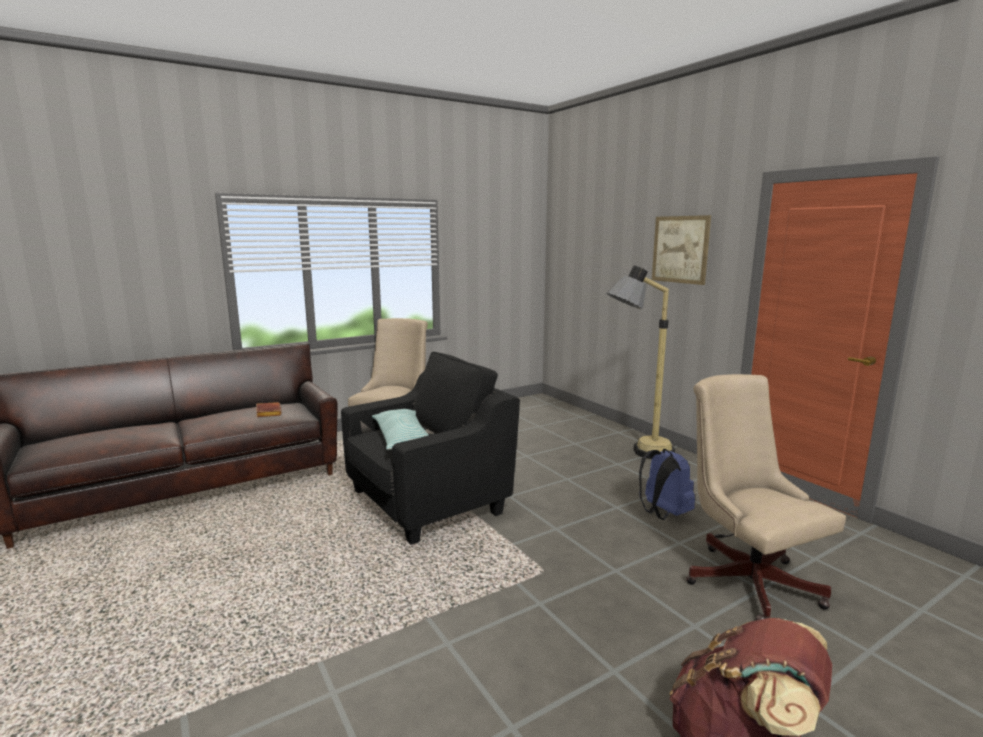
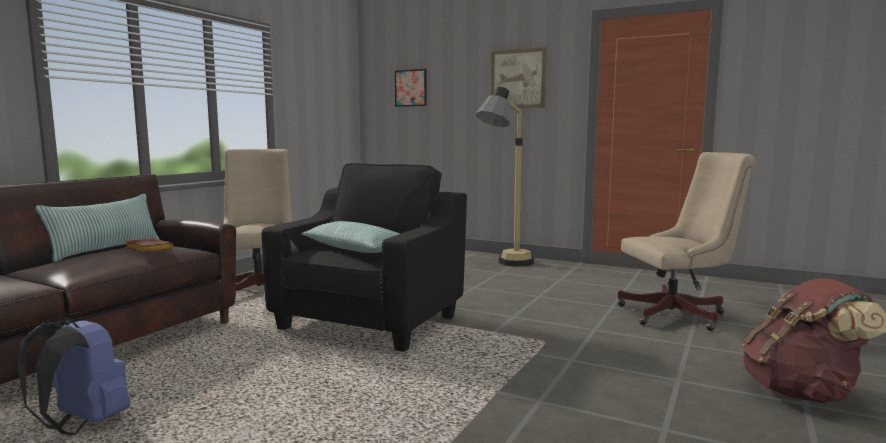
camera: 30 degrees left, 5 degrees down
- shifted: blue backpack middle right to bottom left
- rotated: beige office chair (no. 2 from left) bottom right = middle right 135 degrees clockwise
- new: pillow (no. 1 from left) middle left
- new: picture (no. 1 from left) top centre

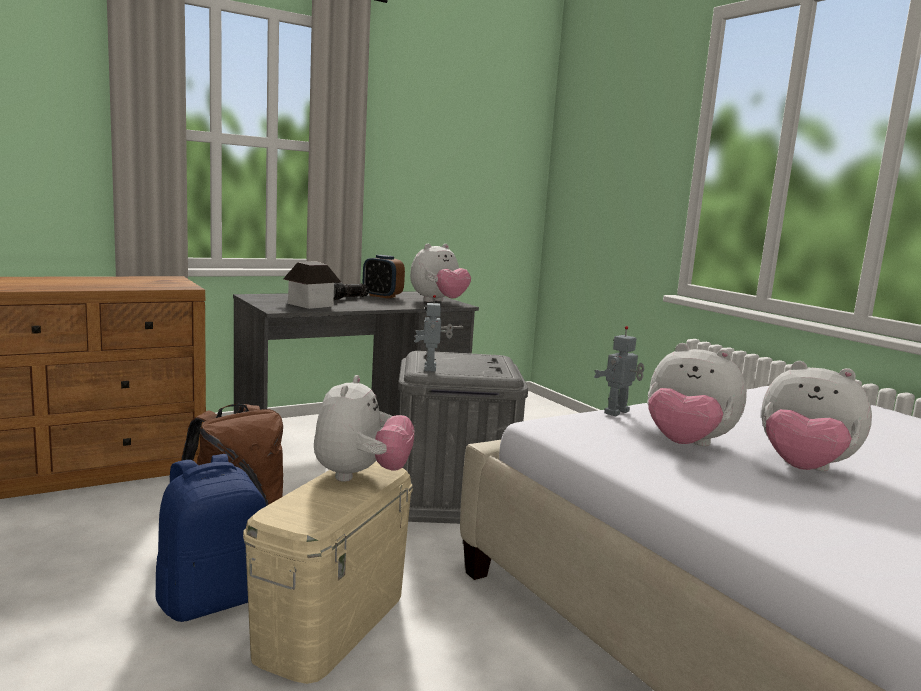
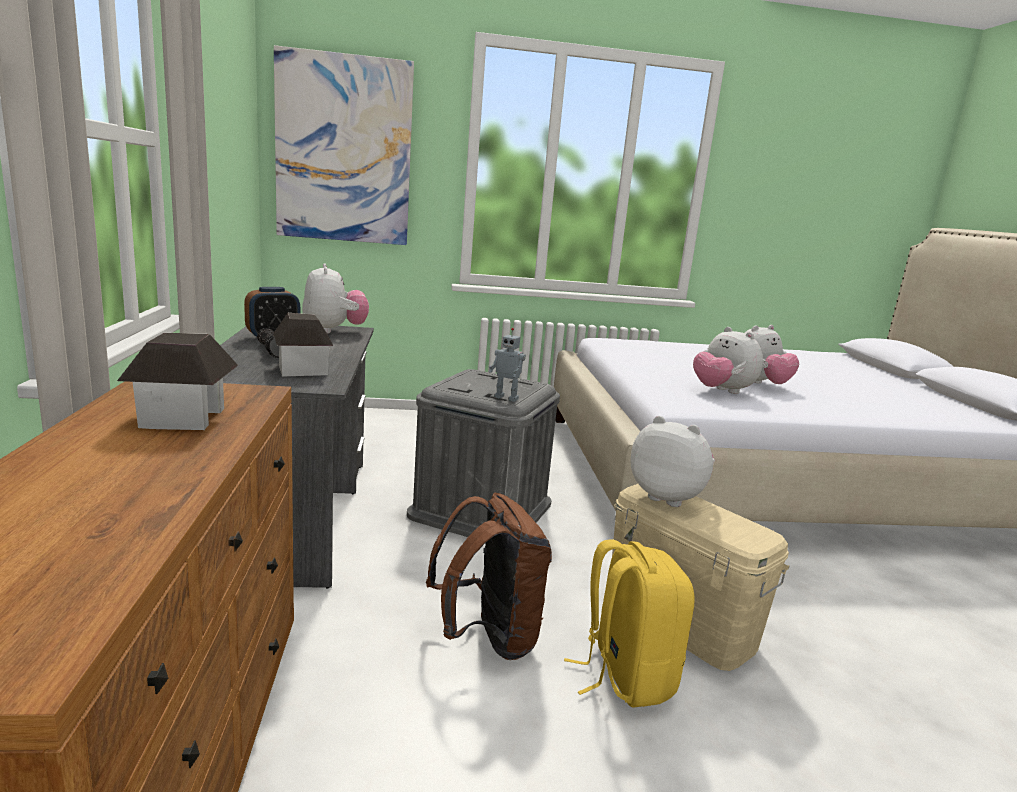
camera: 65 degrees left, 5 degrees up
- repainted: blue backpack bottom left to yellow backpack bottom centre
- gone: toy robot (no. 2 from left) middle right
- rotated: plush toy (no. 3 from left) middle right = middle right 90 degrees clockwise
- new: toy house (no. 1 from left) middle left
- new: picture top centre

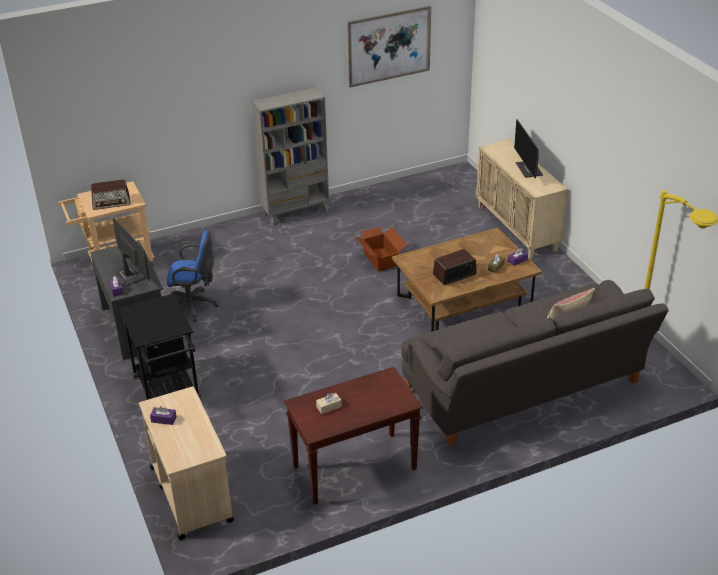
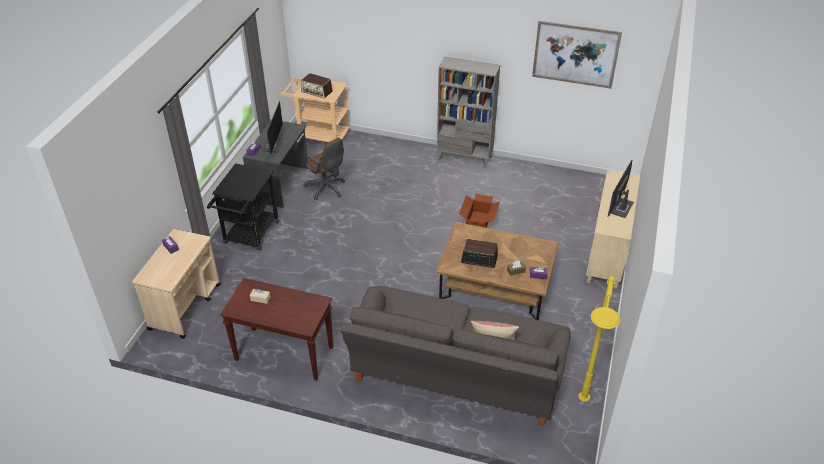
camera: 40 degrees right, 5 degrees up
- repainted: blue office chair middle left to brown office chair centre

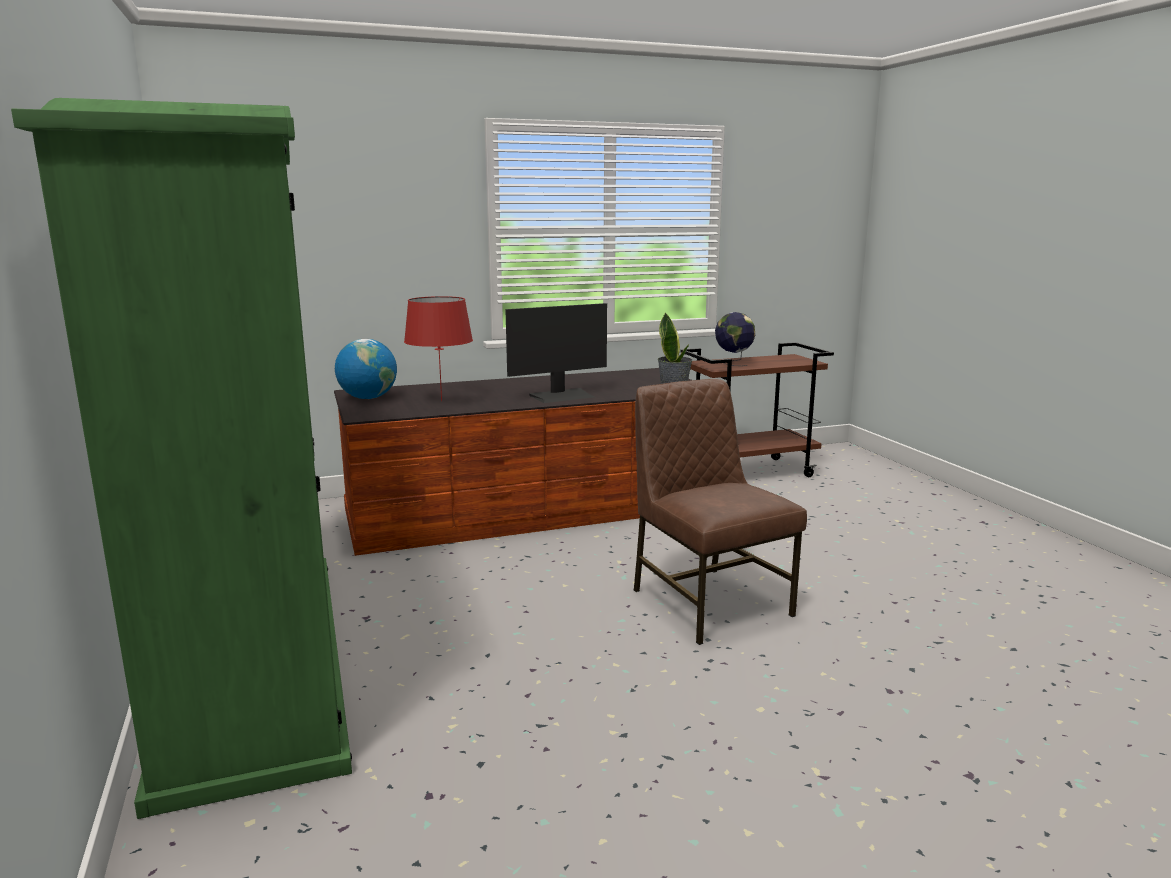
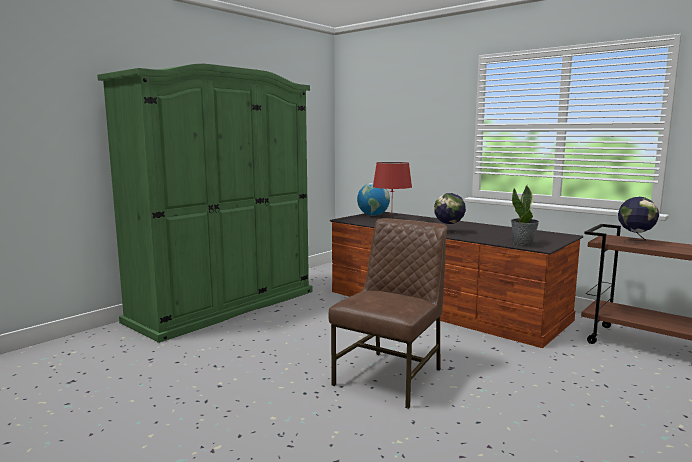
camera: 60 degrees right, 5 degrees down
- swapped: monitor centre to globe (no. 2 from left) centre

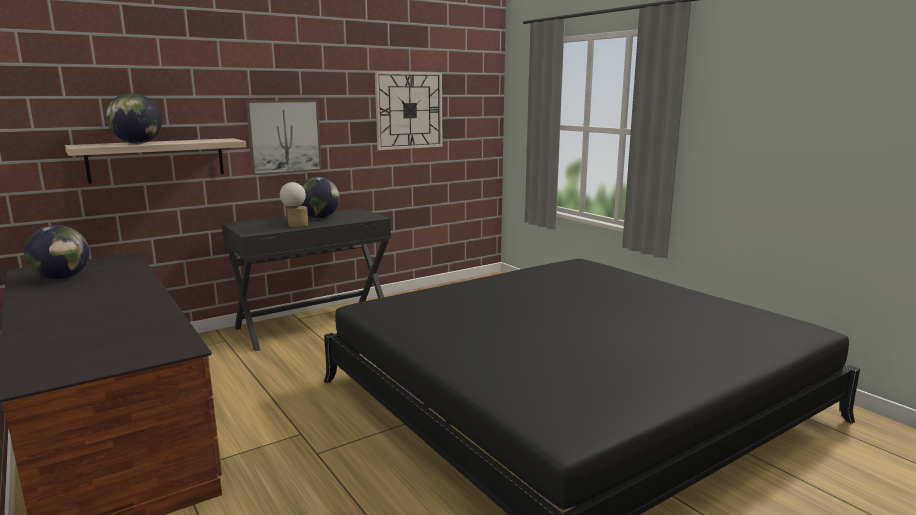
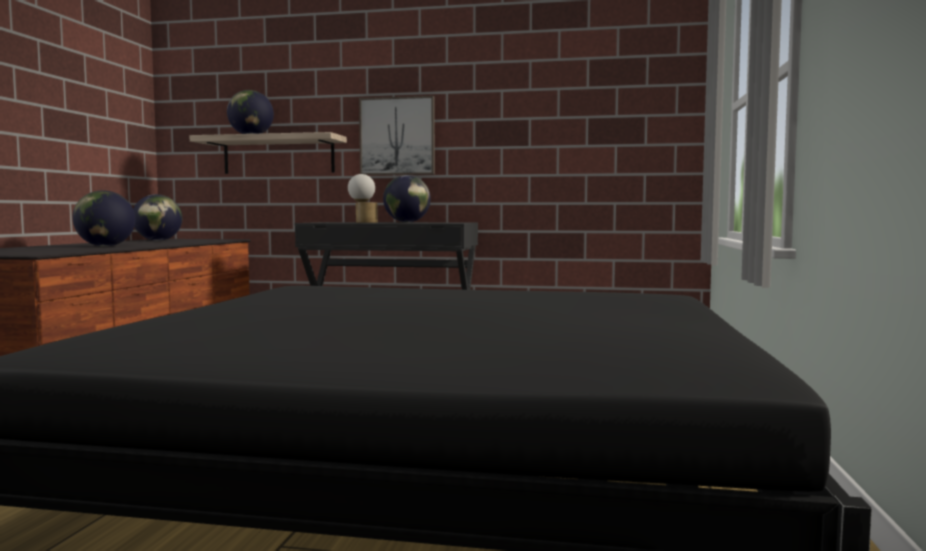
camera: 45 degrees right, 10 degrees down
- gone: wall clock top centre
- new: globe (no. 1 from left) middle left

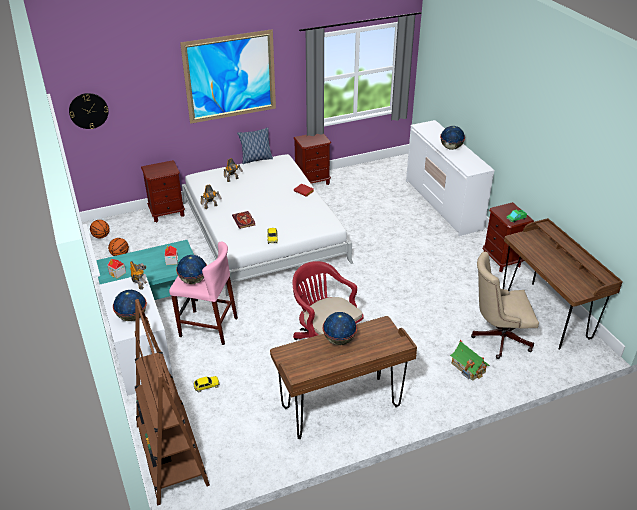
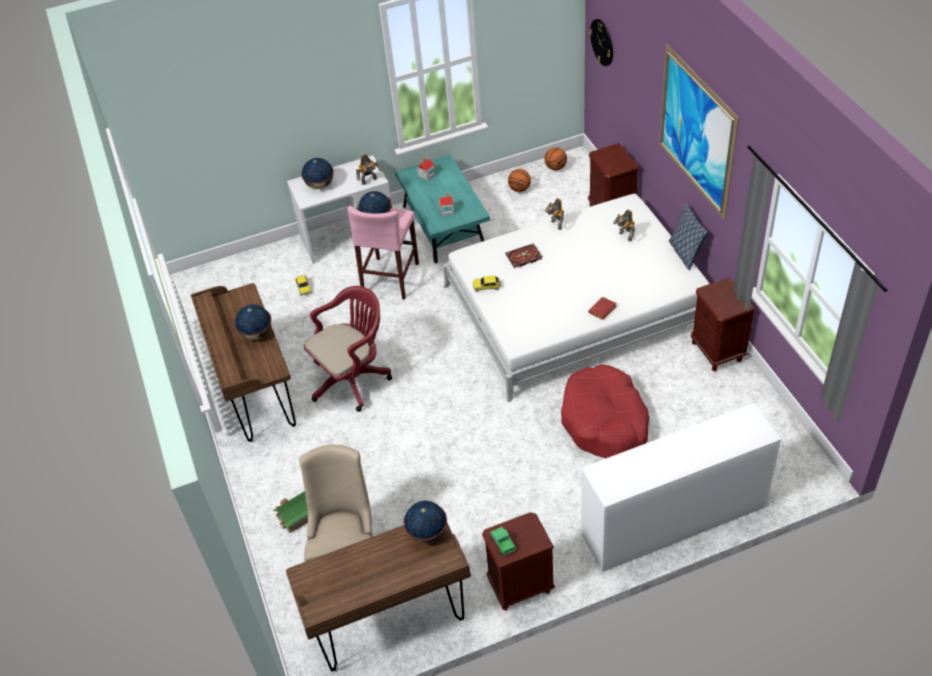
camera: 95 degrees right, 10 degrees up
- gone: brown bookcase bottom left
- shifted: globe (no. 4 from left) top right to bottom centre
- new: red dog bed centre

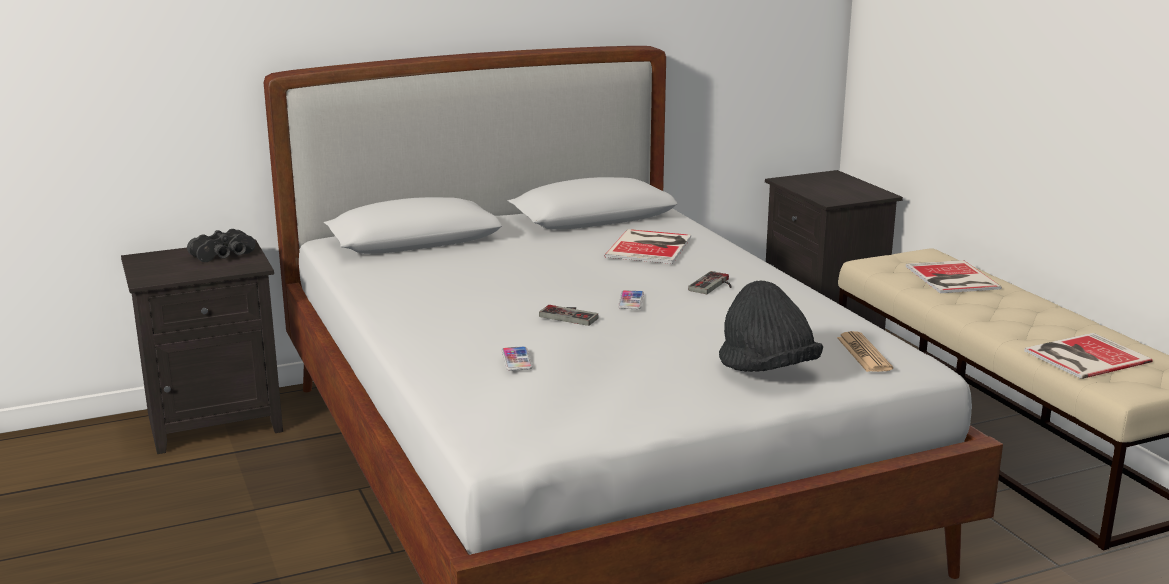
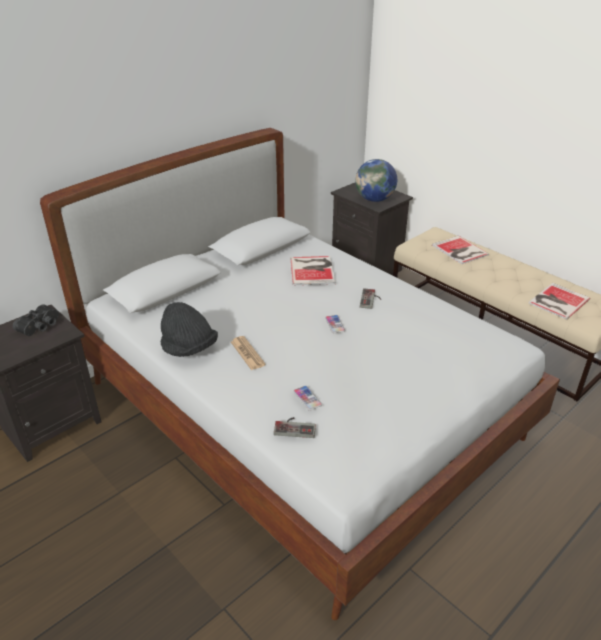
camera: 20 degrees left, 15 degrees up
- shifted: game controller (no. 1 from left) centre to bottom centre
- shifted: black hat centre to middle left
- shifted: newspaper middle right to centre
- new: globe top centre

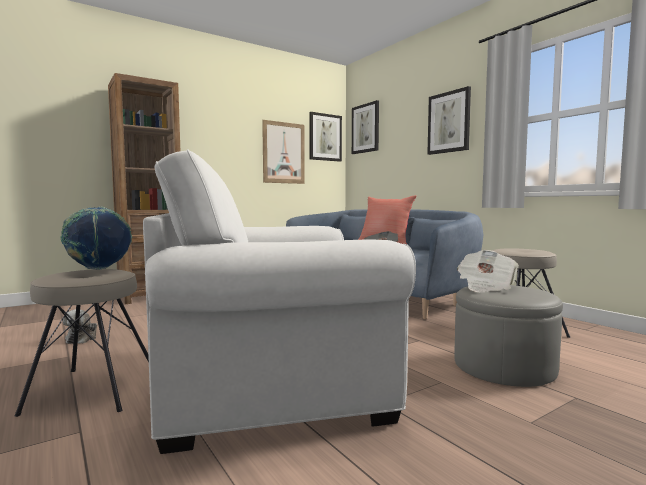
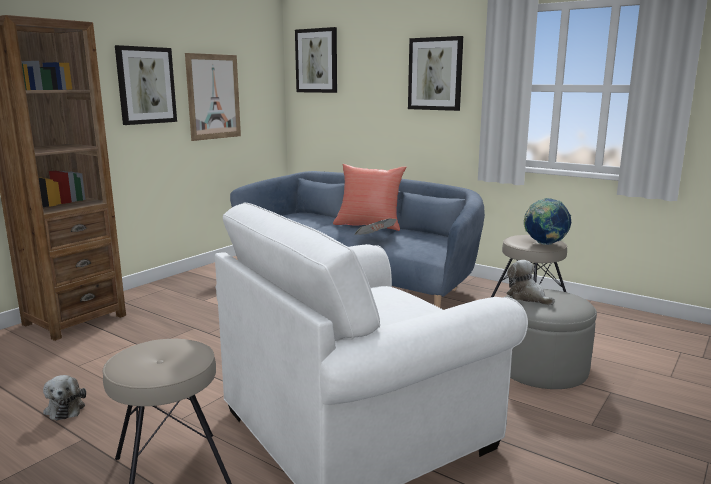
camera: 20 degrees left, 10 degrees up
- shifted: globe middle left to middle right
- shifted: picture (no. 2 from left in the first image) top centre to picture (no. 1 from left) top left
- swapped: newspaper (no. 2 from left) middle right to plush toy (no. 2 from left) middle right

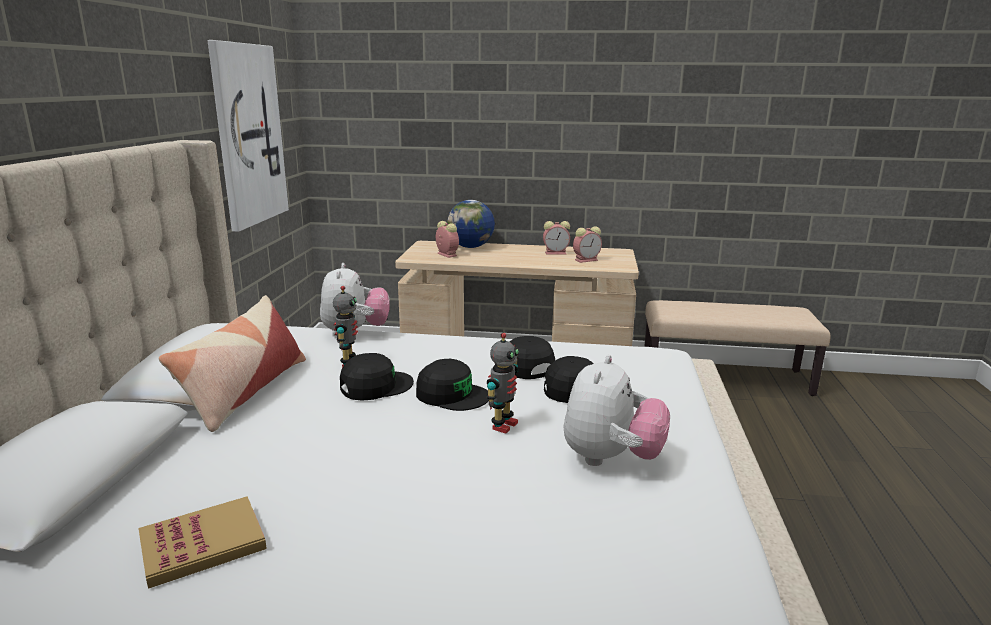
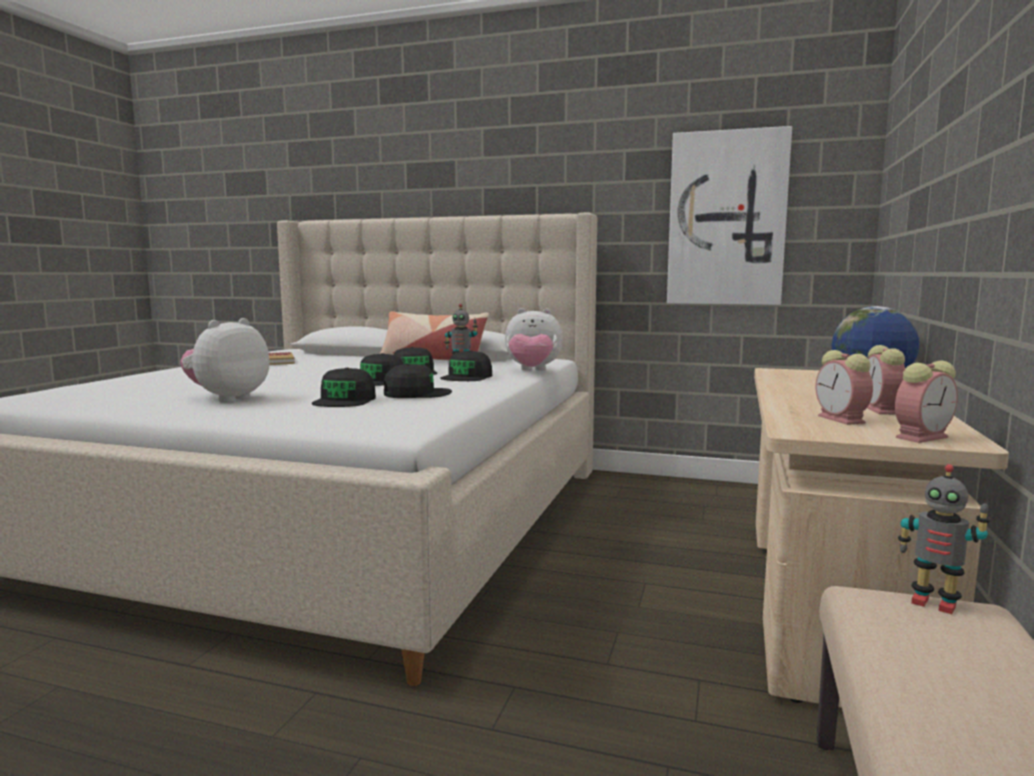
camera: 100 degrees right, 10 degrees down
- shifted: alarm clock (no. 1 from left in the first image) centre to alarm clock (no. 3 from left) middle right
- shifted: toy robot (no. 2 from left) centre to bottom right
- rotated: plush toy (no. 2 from left in the first image) centre = middle left 90 degrees clockwise
- new: black cap (no. 5 from left) centre

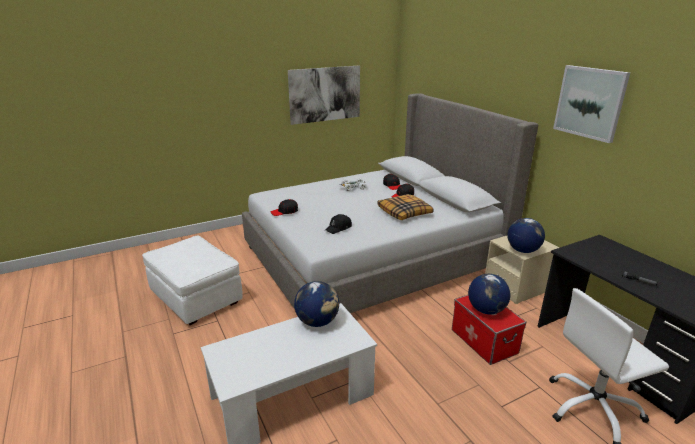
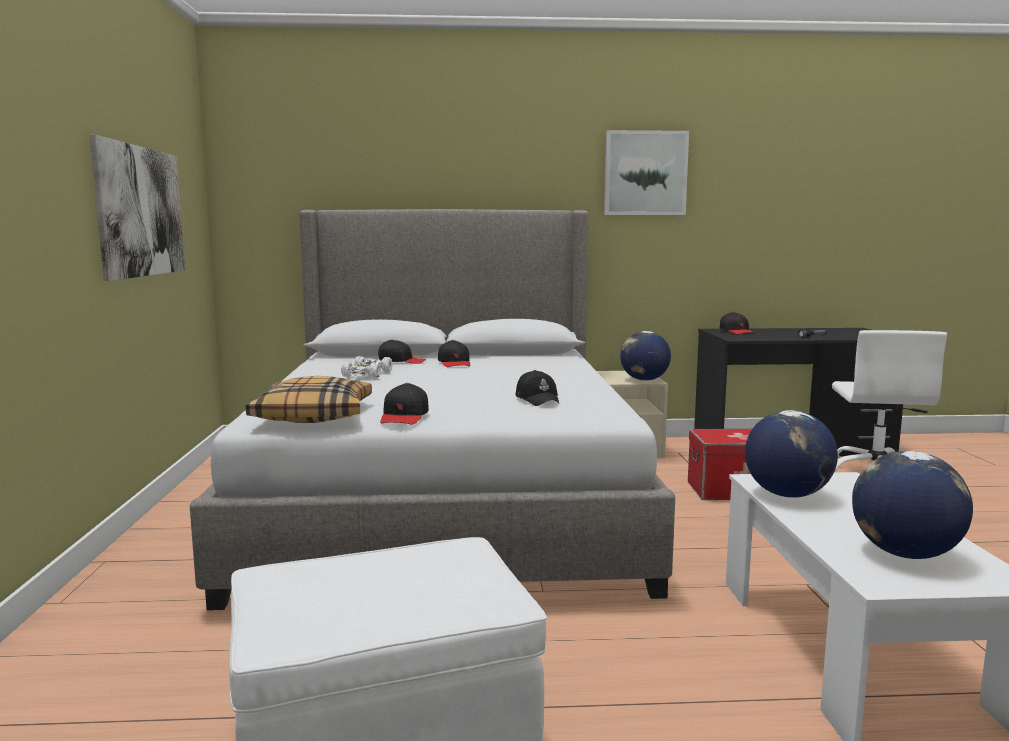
camera: 65 degrees left, 15 degrees down
- shifted: pillow centre to middle left
- shifted: globe (no. 2 from left in the first image) middle right to globe (no. 3 from left) bottom right
- new: black cap (no. 5 from left) middle right

